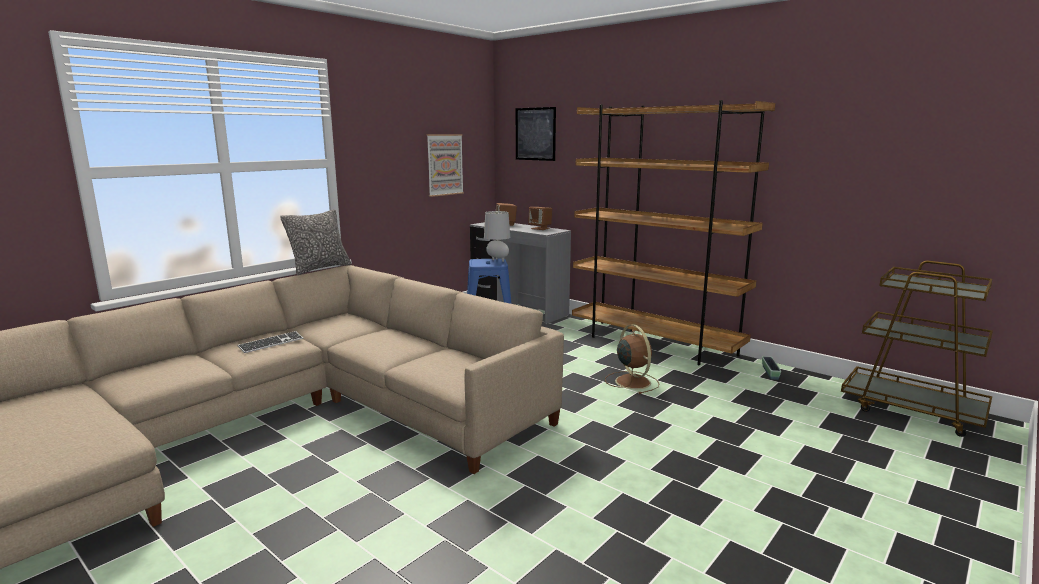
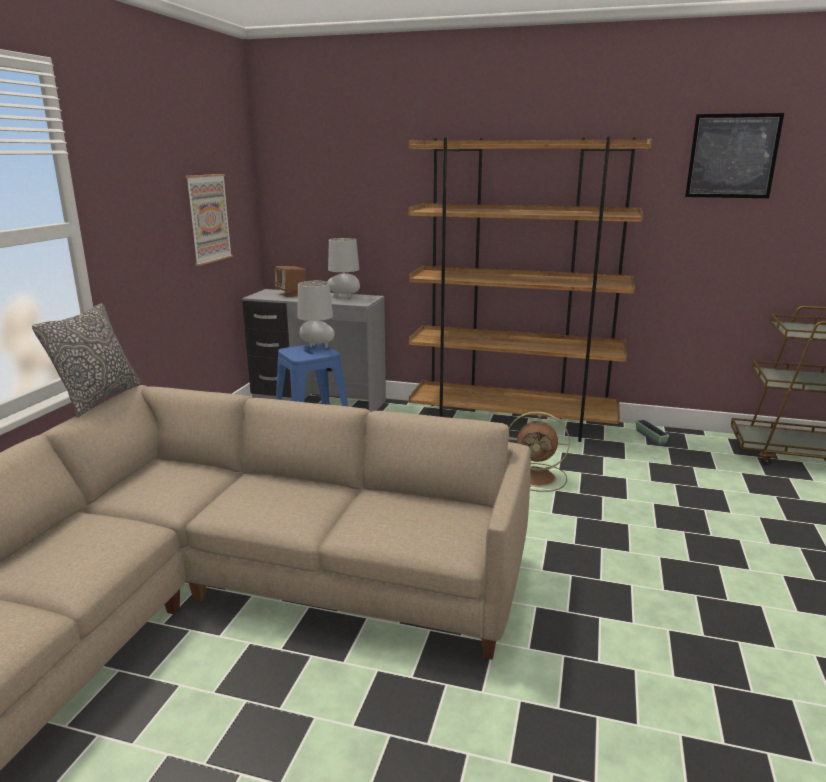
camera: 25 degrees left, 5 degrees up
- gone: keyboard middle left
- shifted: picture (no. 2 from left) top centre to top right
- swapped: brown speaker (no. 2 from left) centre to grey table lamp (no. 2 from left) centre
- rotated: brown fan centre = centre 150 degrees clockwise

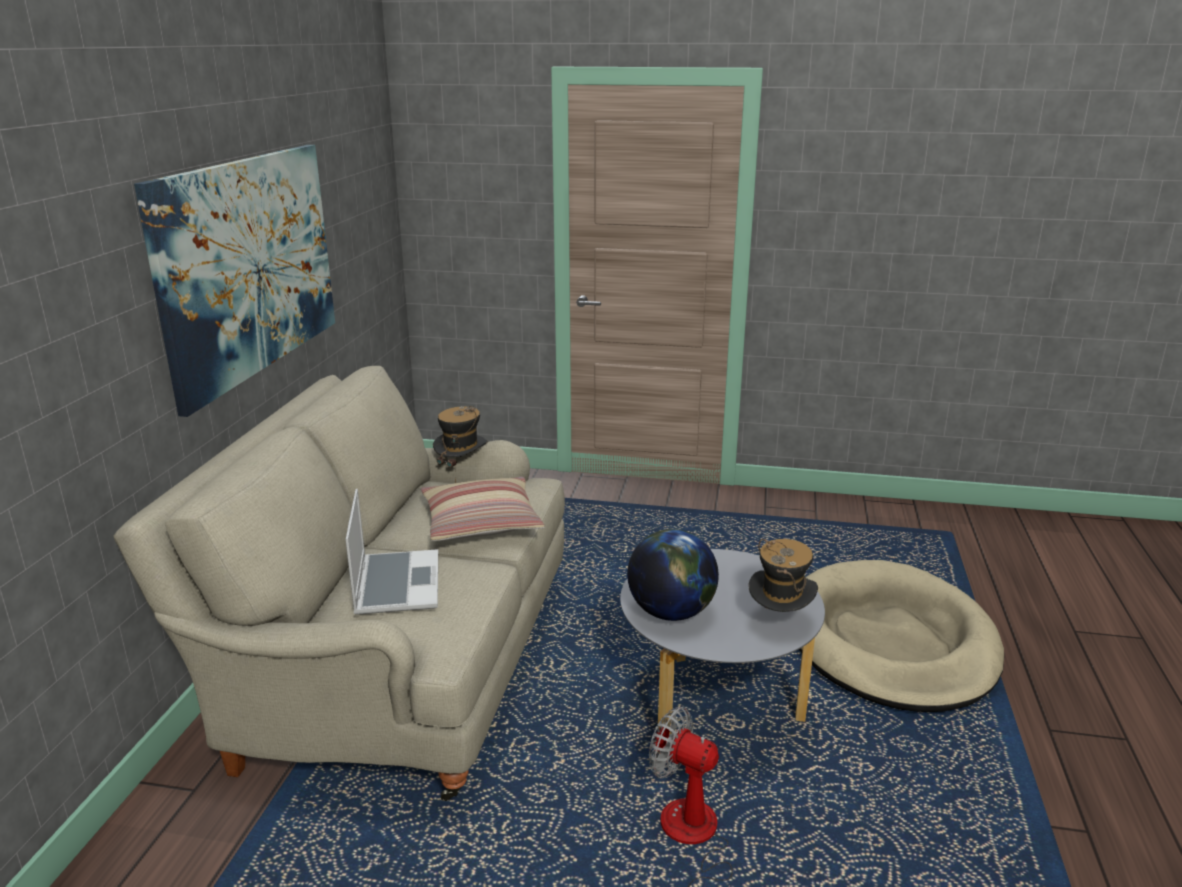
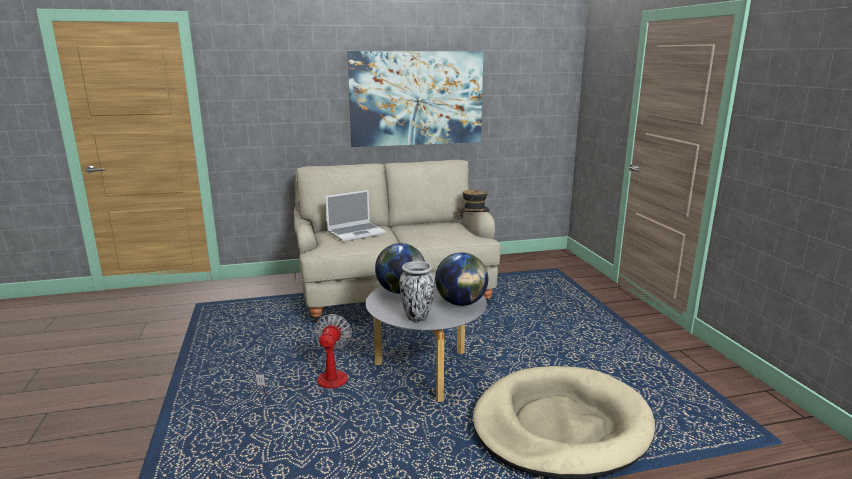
camera: 65 degrees right, 5 degrees down
- gone: pillow centre
- swapped: hat (no. 2 from left) centre to vase centre
- new: globe (no. 2 from left) centre

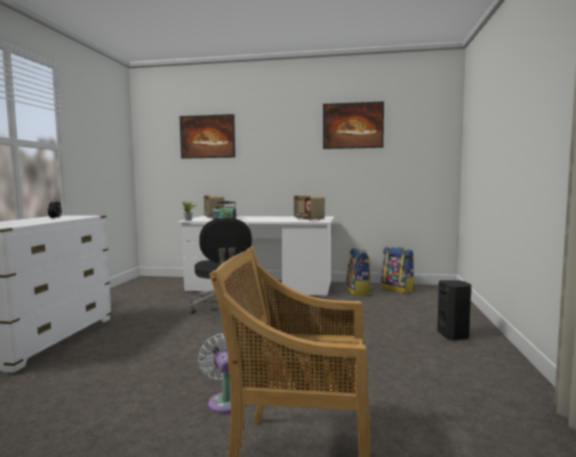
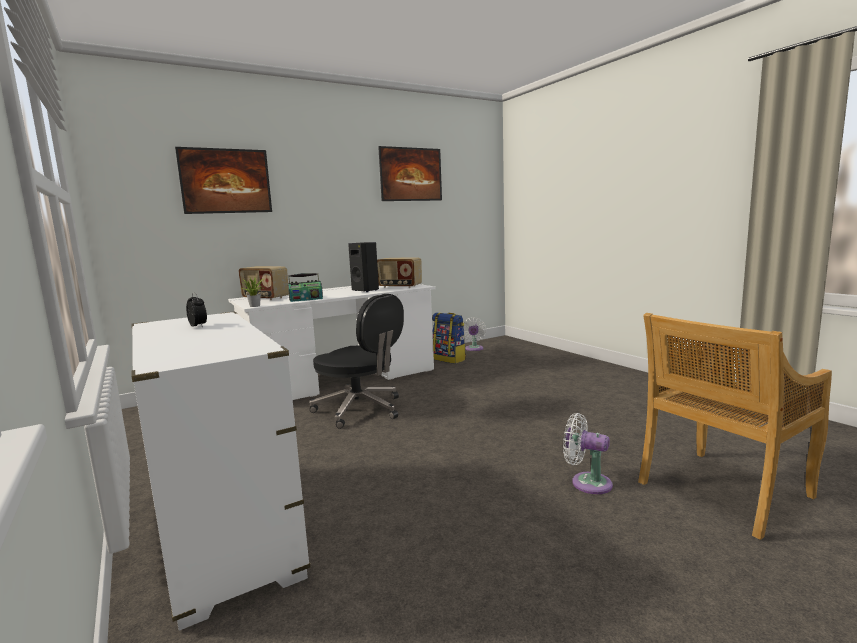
camera: 40 degrees left, 5 degrees up
- swapped: backpack (no. 2 from left) middle right to white fan (no. 1 from left) centre
- shifted: black speaker bottom right to centre

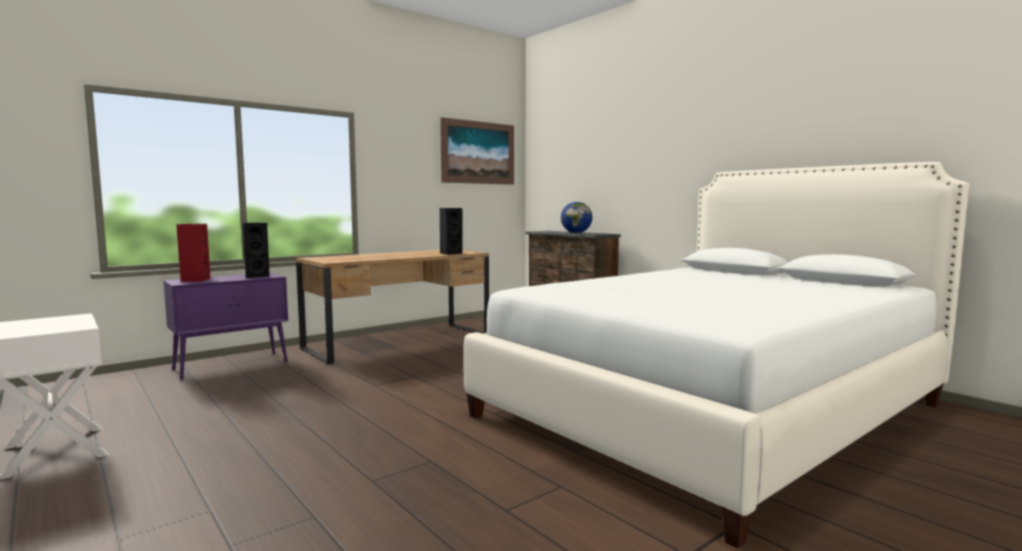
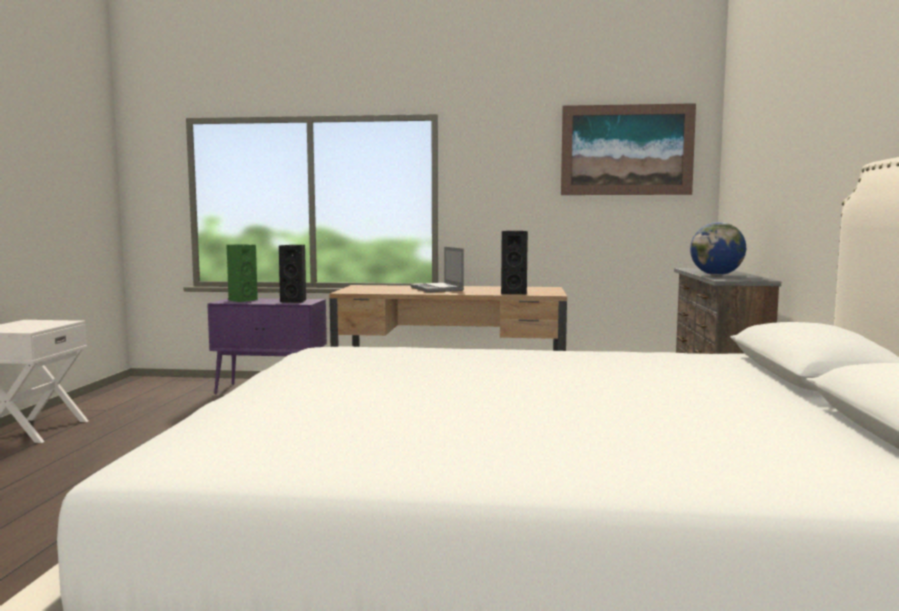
camera: 45 degrees right, 0 degrees up
- repainted: red speaker middle left to green speaker middle left
- new: laptop centre

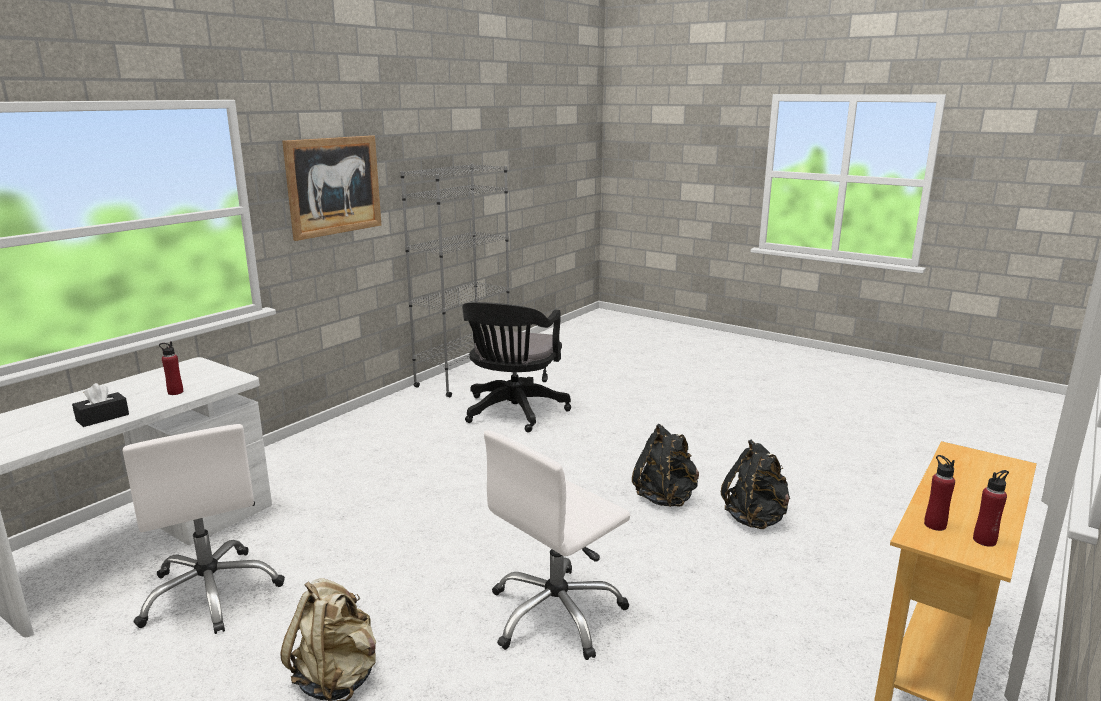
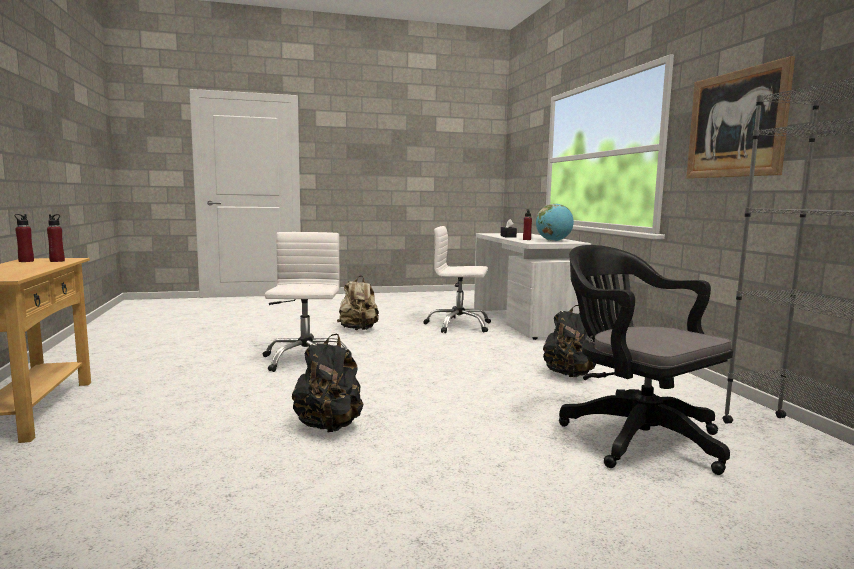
camera: 130 degrees right, 10 degrees down
- shifted: black backpack (no. 2 from left) bottom right to centre
- new: globe centre

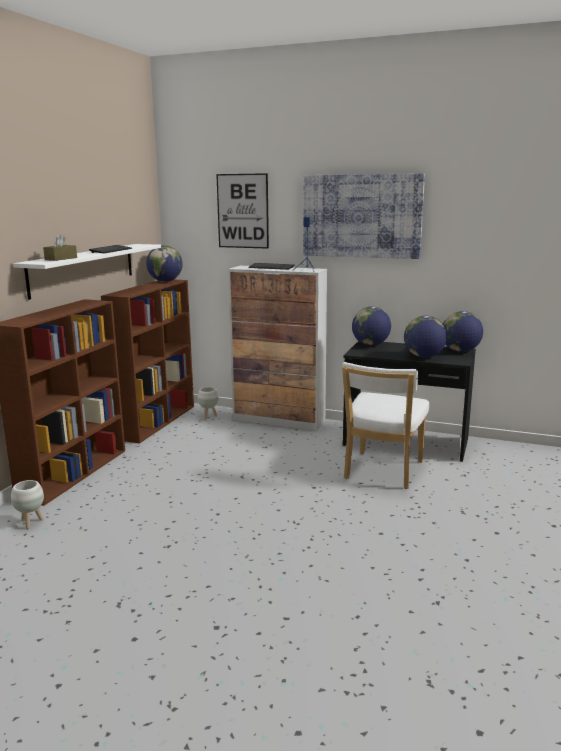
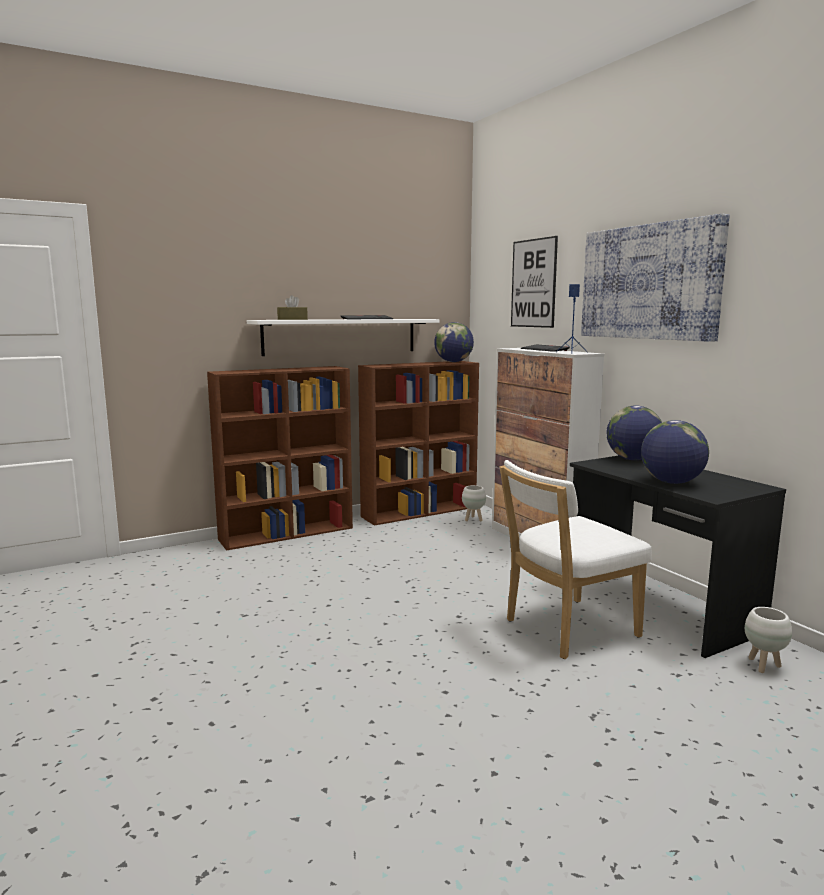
camera: 40 degrees right, 5 degrees down
- shifted: white planter (no. 1 from left in the first image) bottom left to white planter (no. 2 from left) bottom right
- gone: globe (no. 4 from left) middle right

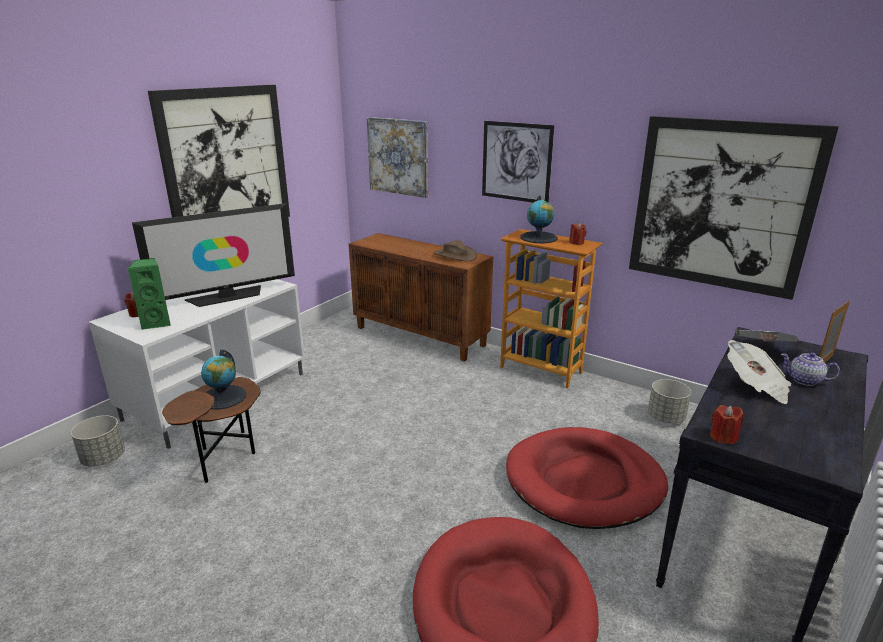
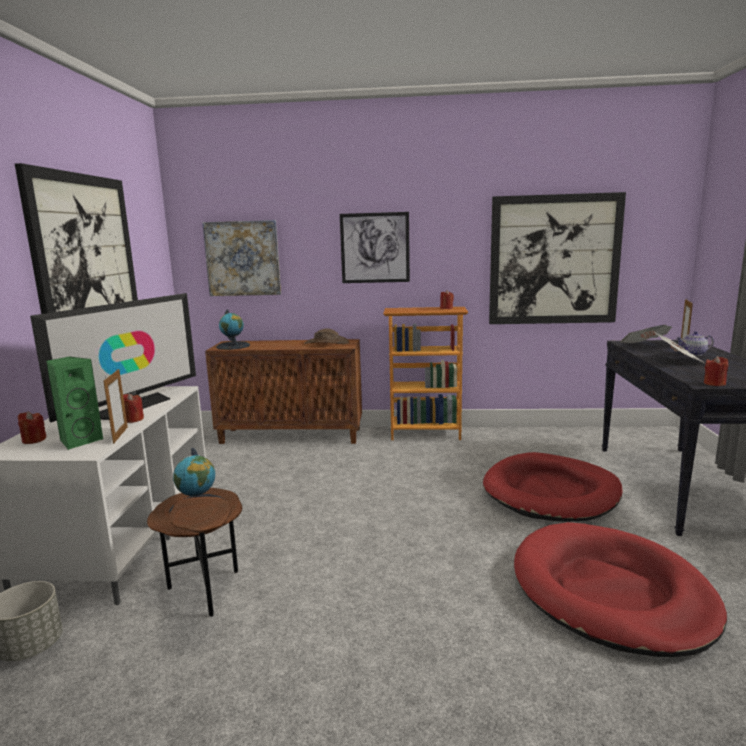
camera: 30 degrees left, 10 degrees down
- shifted: globe (no. 2 from left) centre to middle left
- gone: grey planter (no. 2 from left) middle right
- new: picture frame (no. 1 from left) middle left
- new: red candle (no. 2 from left) middle left

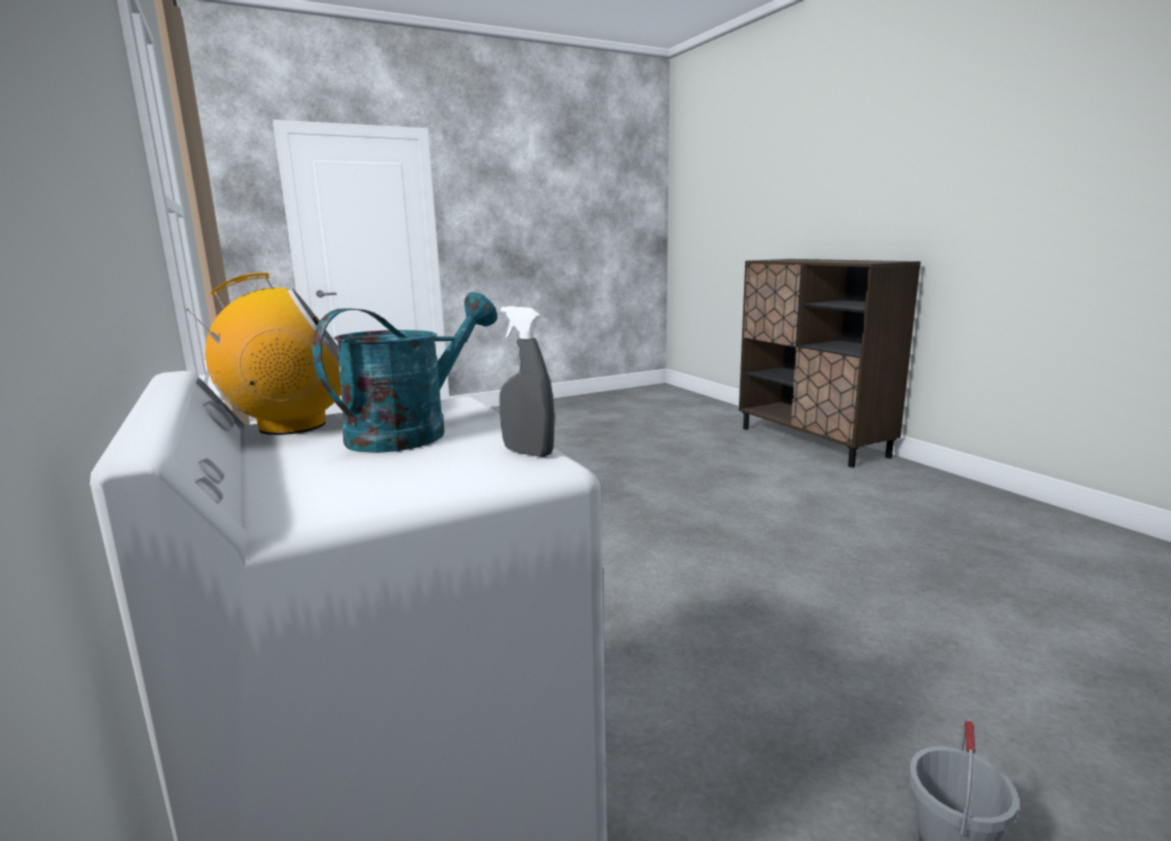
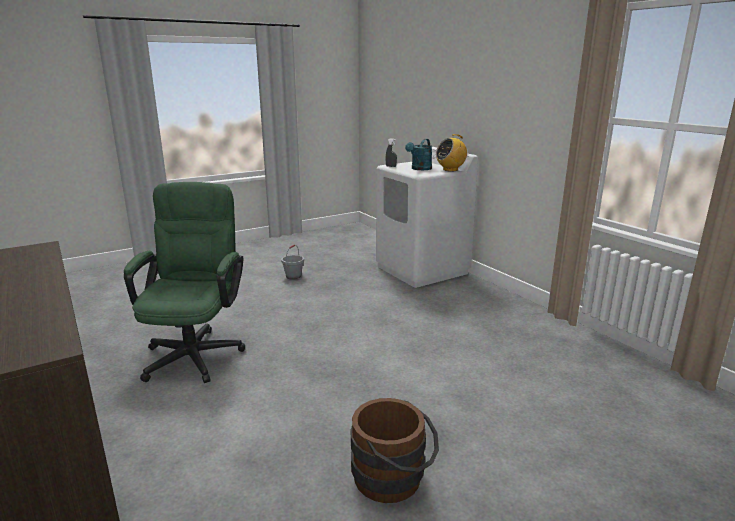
camera: 175 degrees right, 5 degrees up
- new: green office chair middle left
- new: brown bucket bottom centre

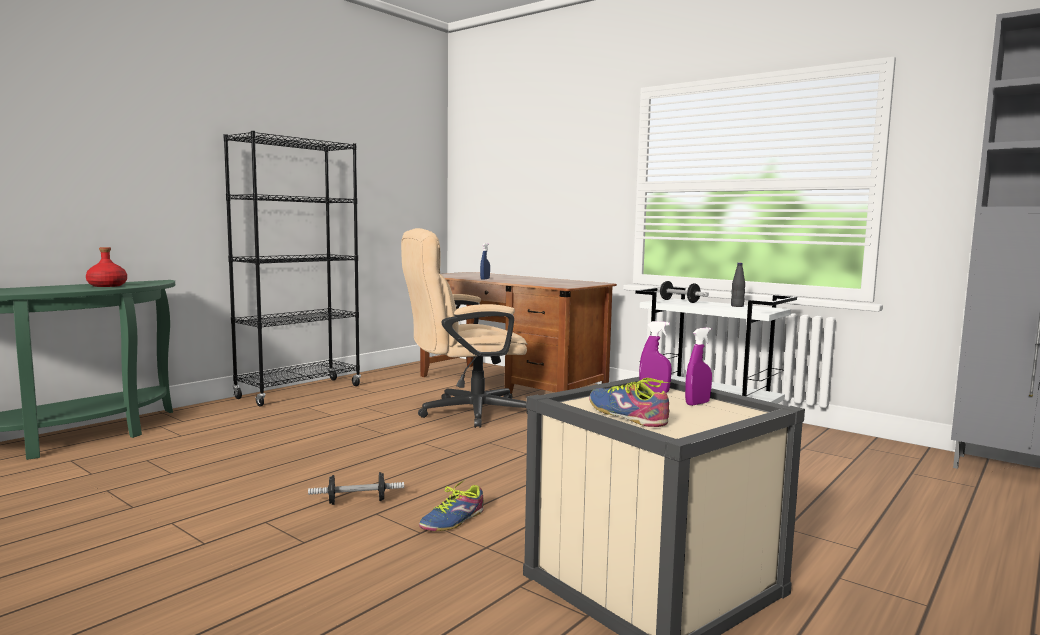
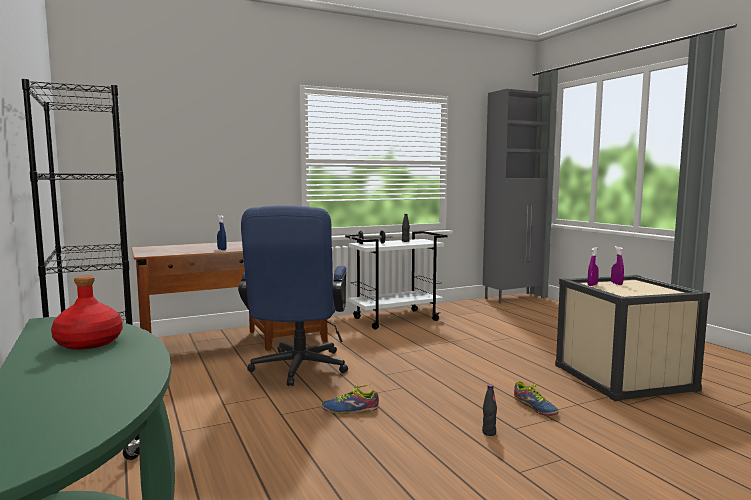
camera: 65 degrees left, 0 degrees up
- swapped: dumbbell (no. 1 from left) bottom centre to black bottle (no. 2 from left) bottom centre
- repainted: beige office chair centre to blue office chair centre
- shifted: shoe (no. 2 from left in the first image) centre to shoe (no. 1 from left) bottom centre

